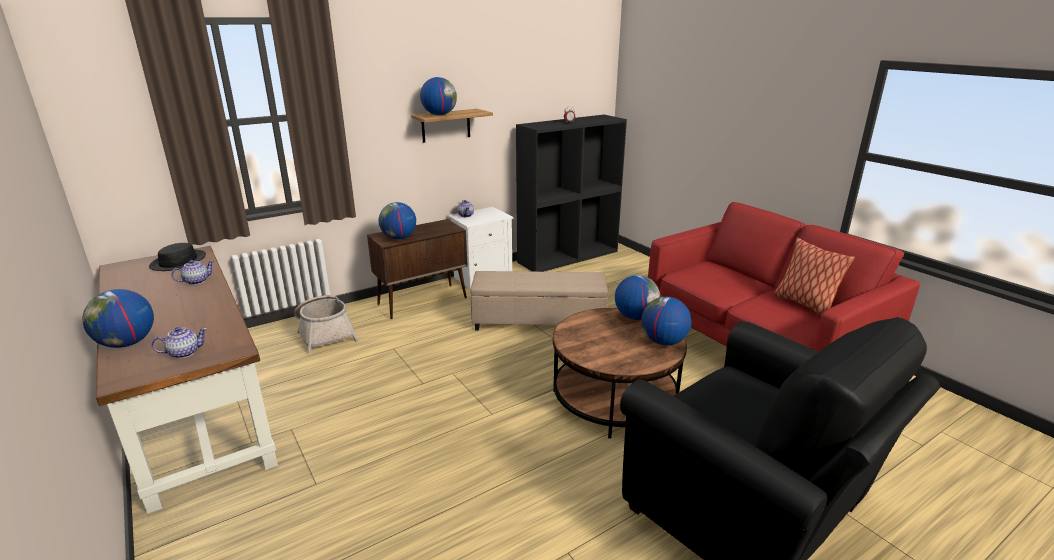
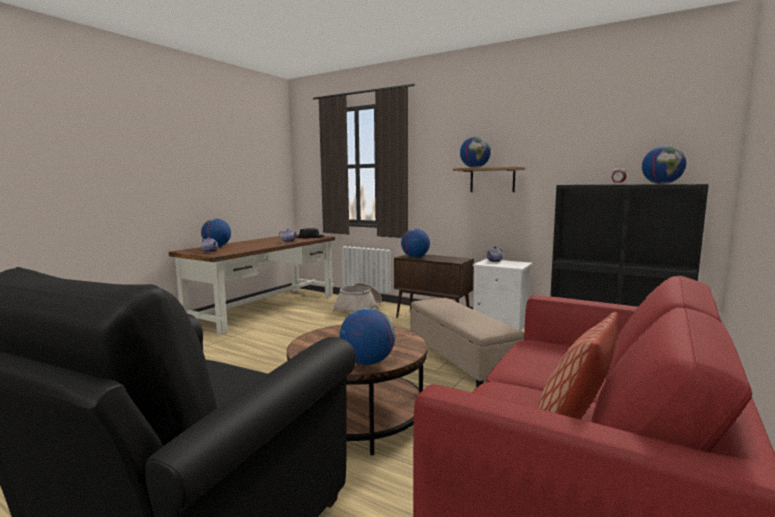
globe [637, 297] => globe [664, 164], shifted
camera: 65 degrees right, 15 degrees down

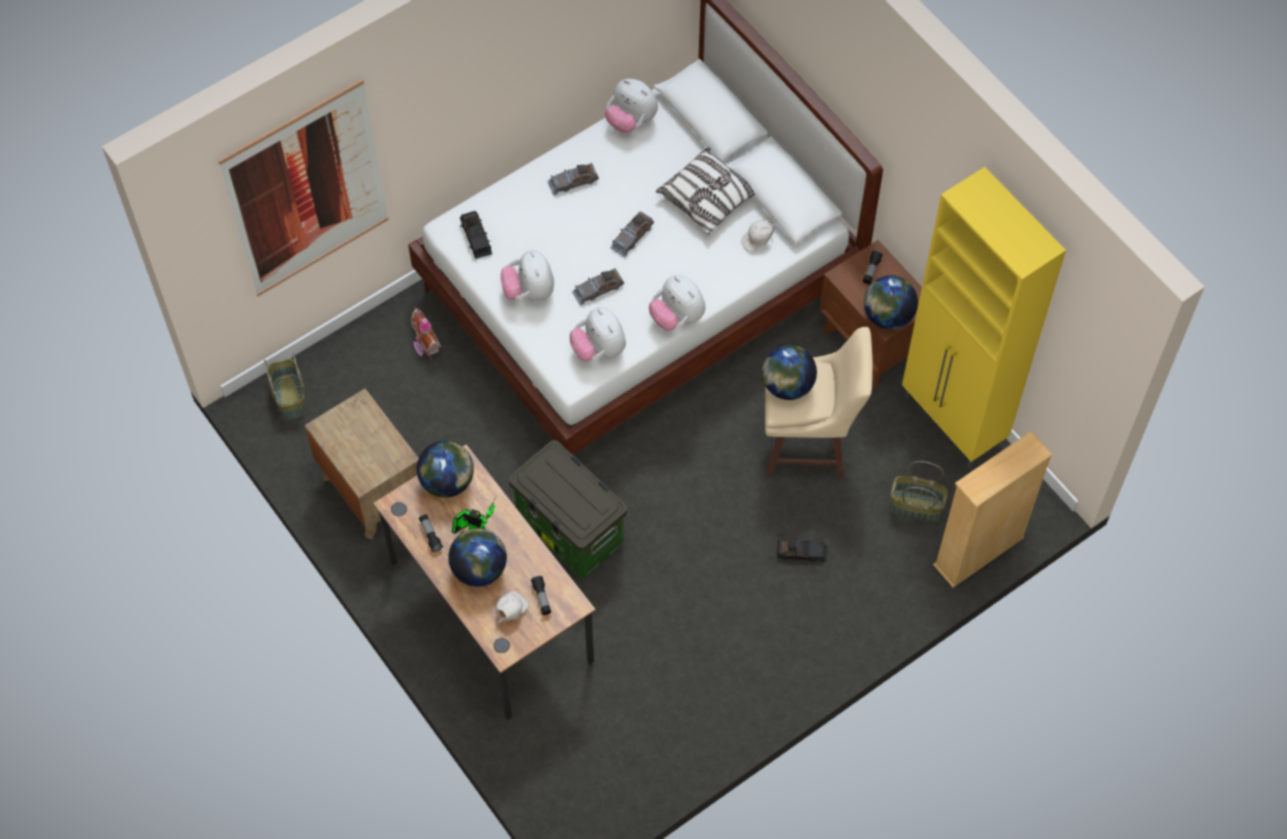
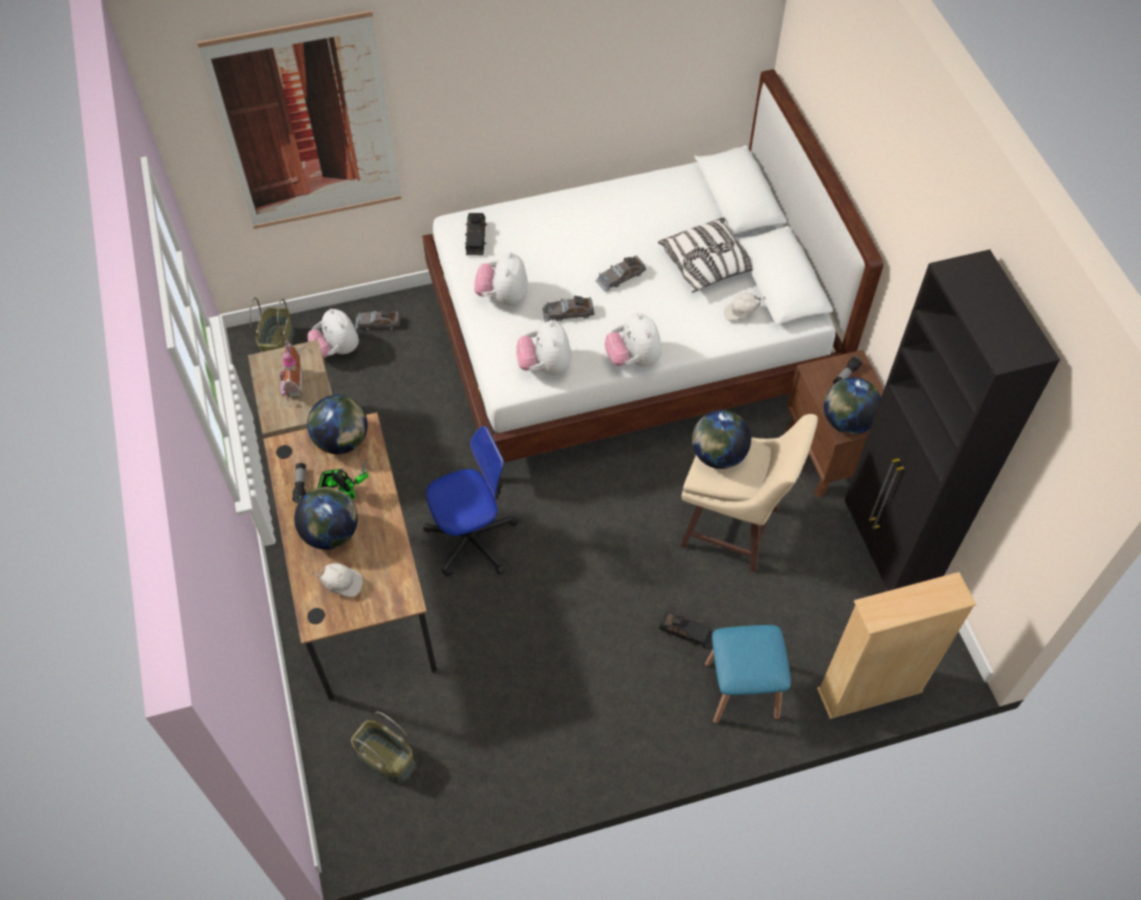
toy house [426, 333] => toy house [291, 370], shifted
cap (white) [512, 608] => cap (white) [337, 580], 45 degrees clockwise
storage box [568, 508] => office chair [470, 501]
flashlight [541, 595] => nothing
toy car (grey) [573, 179] => toy car (grey) [377, 319], shifted
plush toy [631, 106] => plush toy [333, 333], shifted
basket [918, 492] => basket [383, 747], shifted
cabinet (yellow) [984, 318] => cabinet (black) [952, 420]
nothing => stool (blue) [748, 674]
camera: 20 degrees right, 5 degrees down

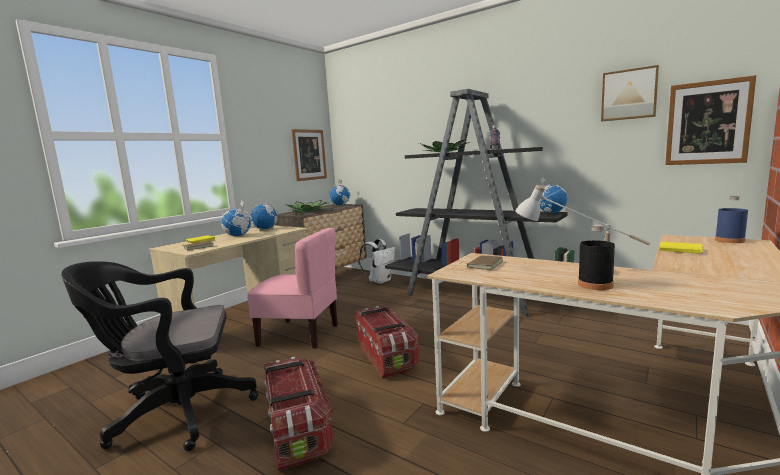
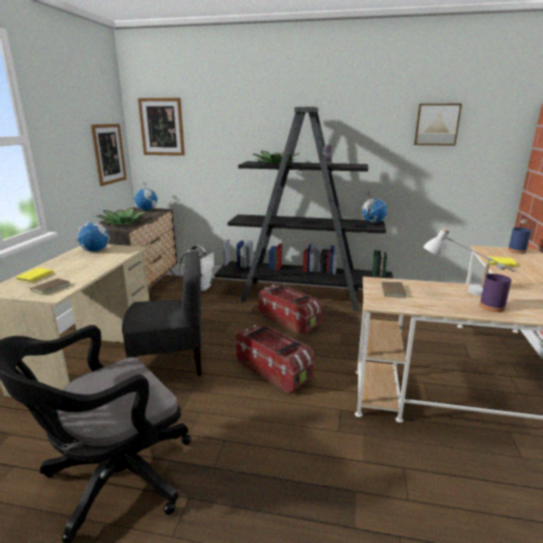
globe [237, 218] => nothing
chair (pink) [292, 288] => chair (grey) [161, 313]
storage box [299, 414] => storage box [290, 310], shifted
bottle (black) [596, 257] => bottle (purple) [495, 288]
picture [710, 120] => picture [161, 127], shifted
camera: 25 degrees left, 10 degrees up

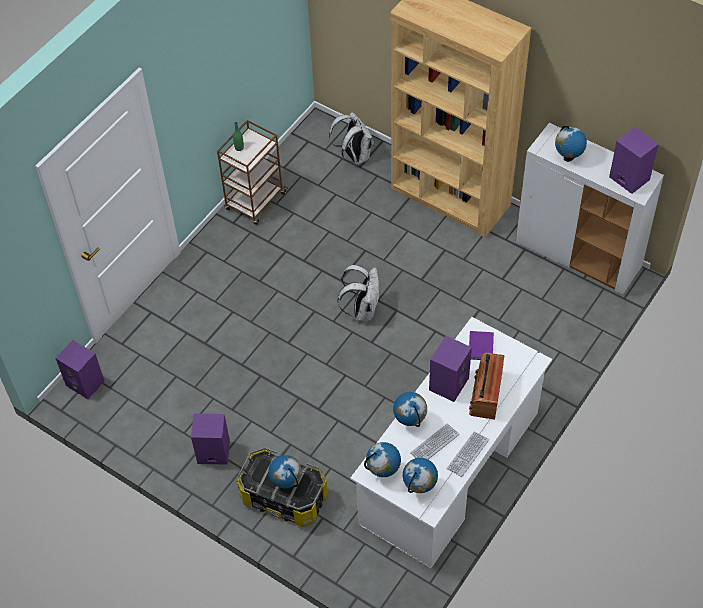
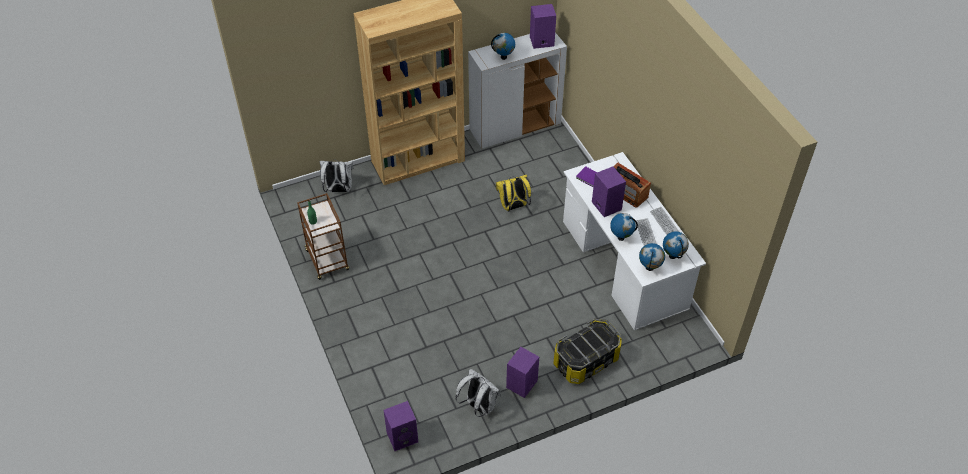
globe [285, 471] => nothing
backpack (white) [358, 293] => backpack (white) [478, 393], shifted
nothing => backpack (yellow) [513, 193]
camera: 60 degrees left, 5 degrees down

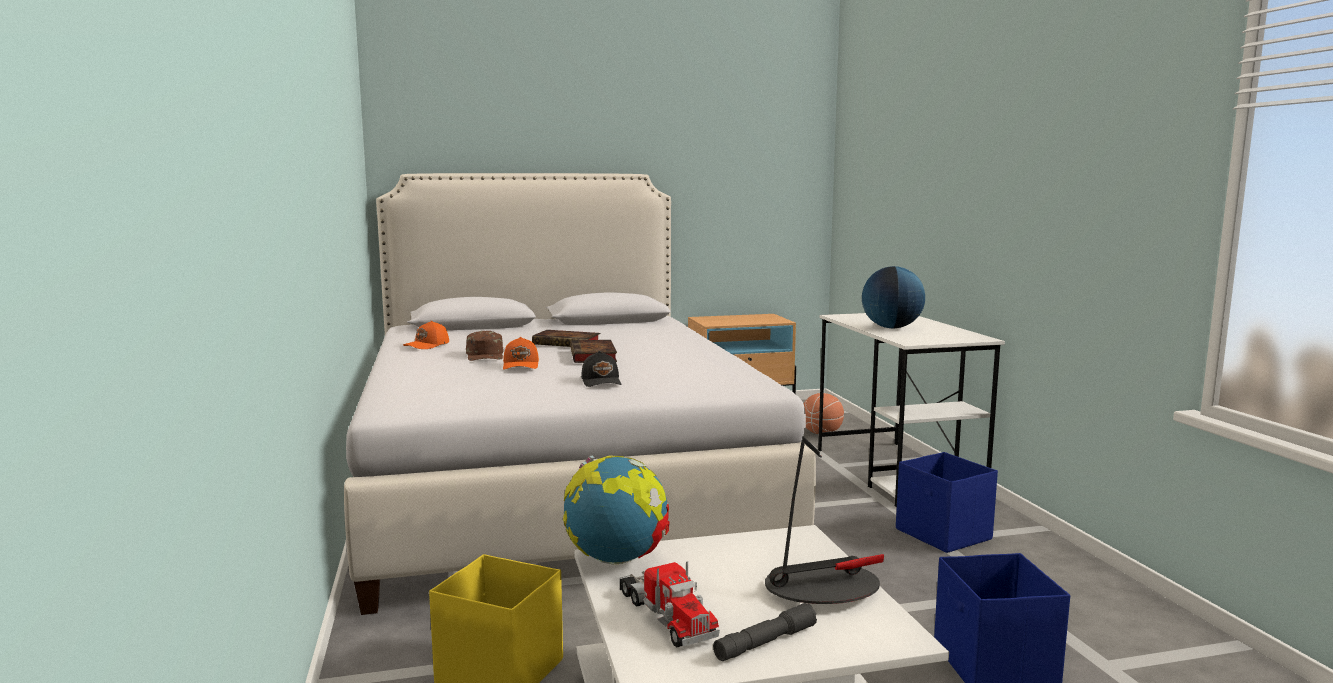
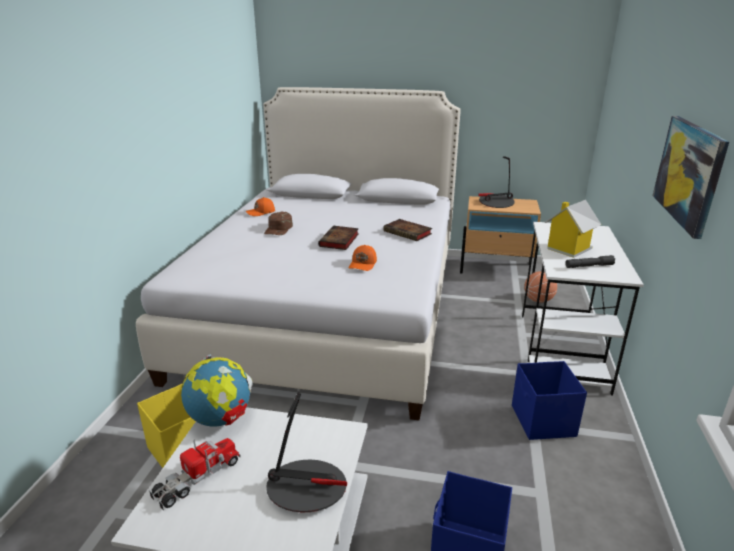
cap (orange) [521, 353] => cap (orange) [362, 258], shifted
book [566, 338] => book [407, 230], shifted
cap (black) [601, 369] => nothing
toy truck [669, 604] => toy truck [194, 474], 135 degrees counterclockwise
flashlight (grey) [765, 632] => flashlight (grey) [590, 261], shifted
globe [893, 297] => toy house [573, 229]
nothing => table lamp [496, 182]
nothing => picture [691, 177]
camera: 25 degrees right, 15 degrees up

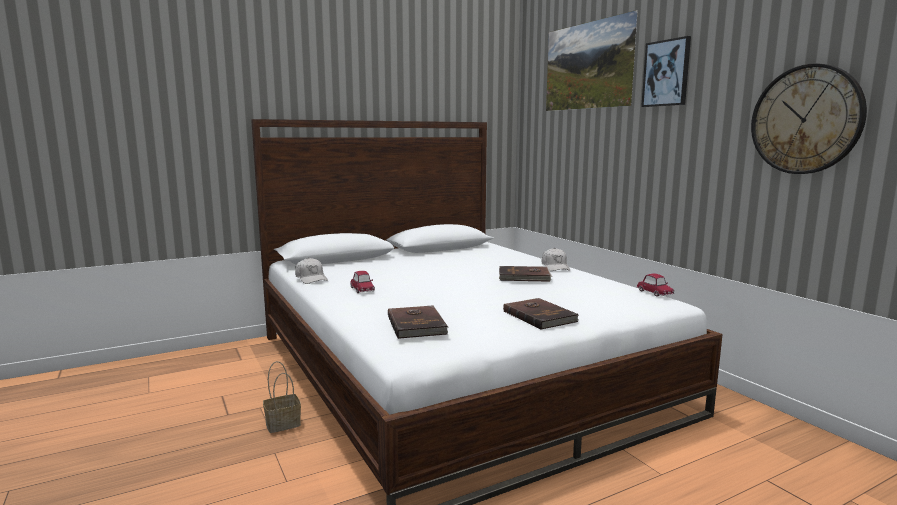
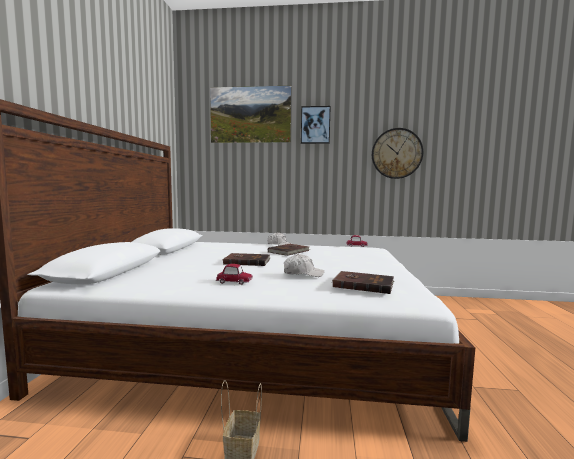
cap (white) [311, 271] => cap (white) [304, 265], shifted
book (brown) [541, 314] => book (brown) [246, 259], shifted
camera: 55 degrees left, 5 degrees down

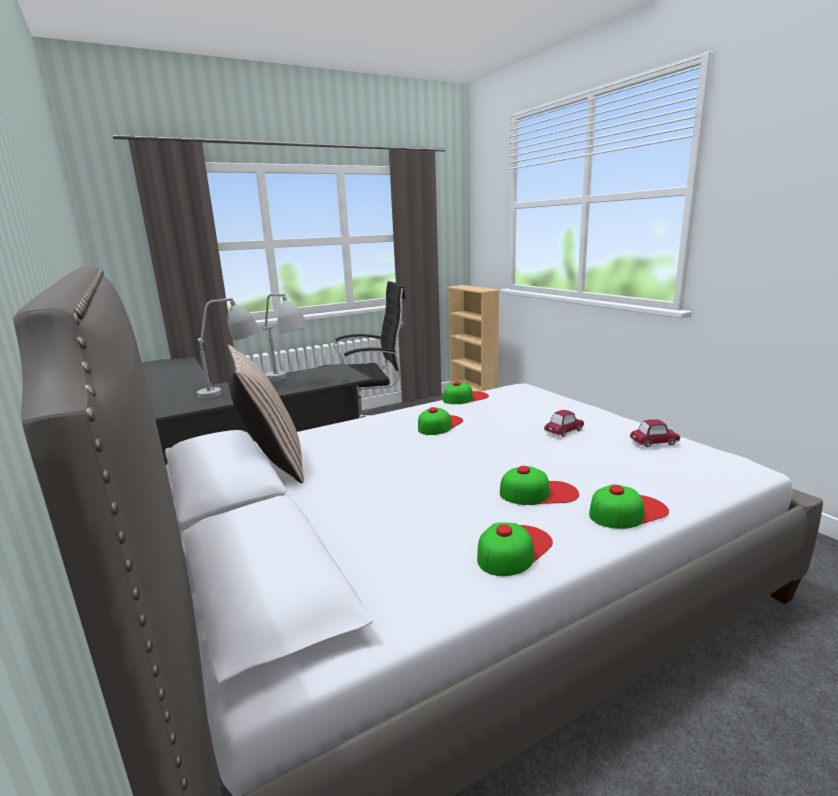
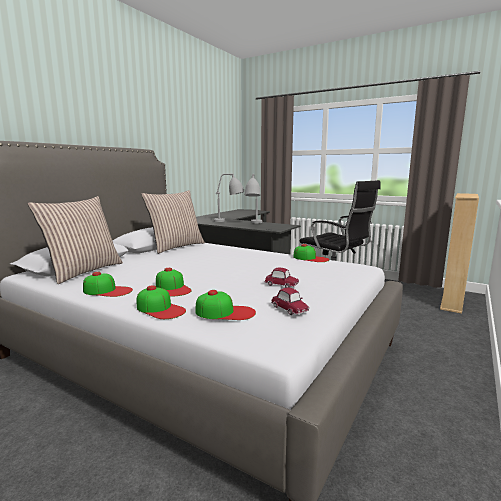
cap [440, 421] => cap [226, 305], shifted
nothing => pillow [75, 240]
camera: 60 degrees right, 5 degrees down

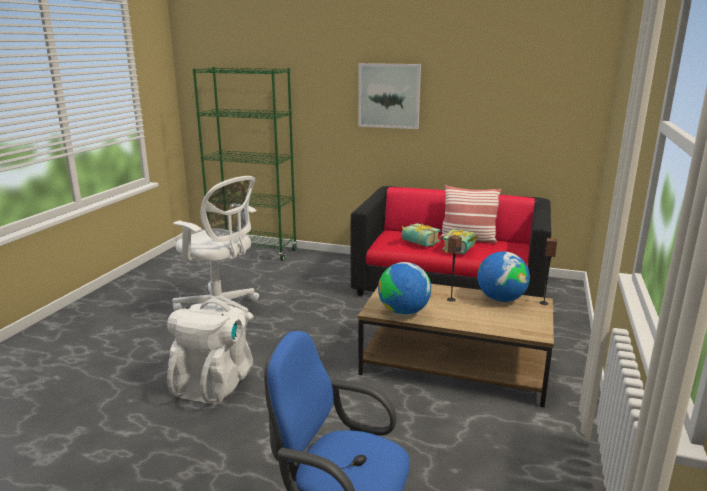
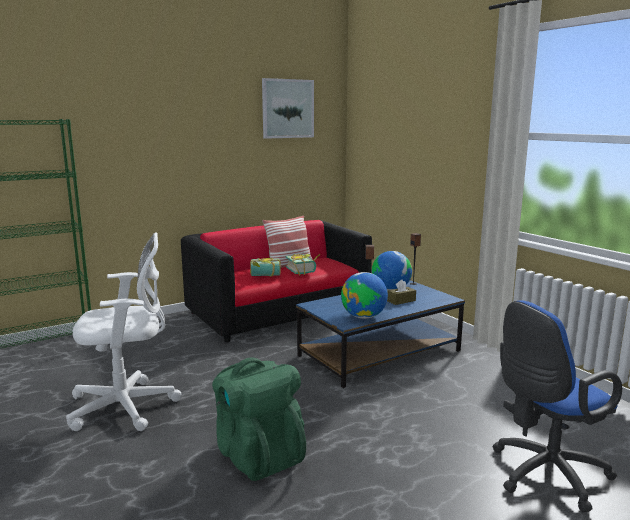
backpack (white) [210, 351] => backpack (green) [259, 419]
picture [389, 96] => picture [288, 108], shifted
coffee table (brown) [456, 346] => coffee table (blue) [380, 334]
nothing => tissue box (brown) [401, 292]
camera: 50 degrees left, 5 degrees down

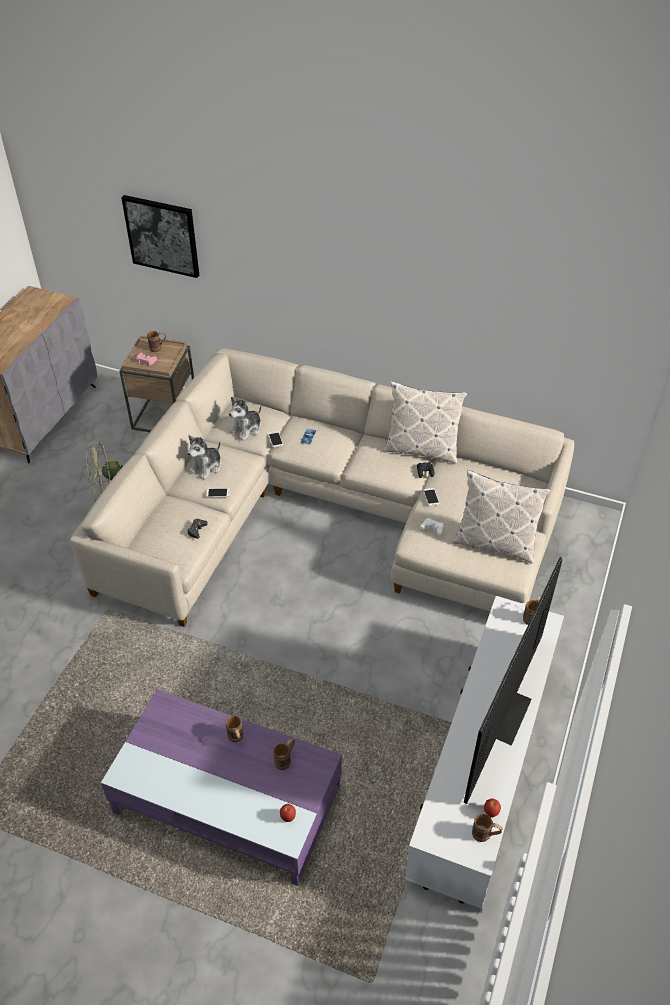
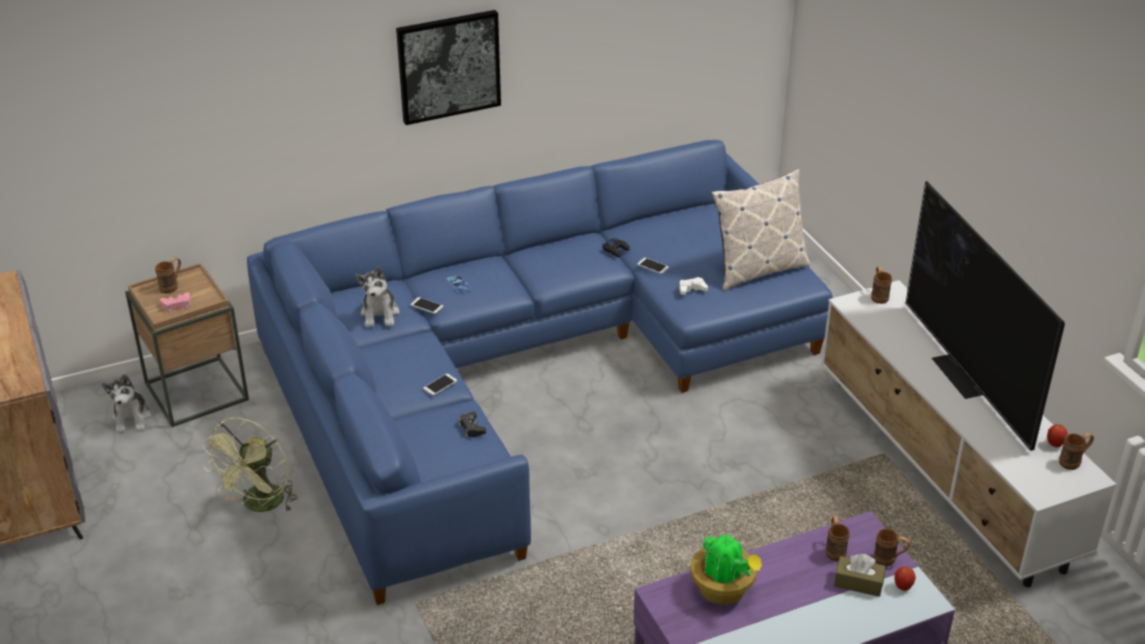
sofa (beige) [322, 488] => sofa (blue) [540, 372]
picture [160, 236] => picture [448, 67], shifted
plush toy [204, 457] => plush toy [126, 403], shifted
mug (brown) [234, 729] => mug (brown) [892, 547], shifted
pillow [424, 422] => nothing
nothing => potted plant [726, 568]
nothing => tissue box (brown) [860, 575]
camera: 45 degrees left, 10 degrees down

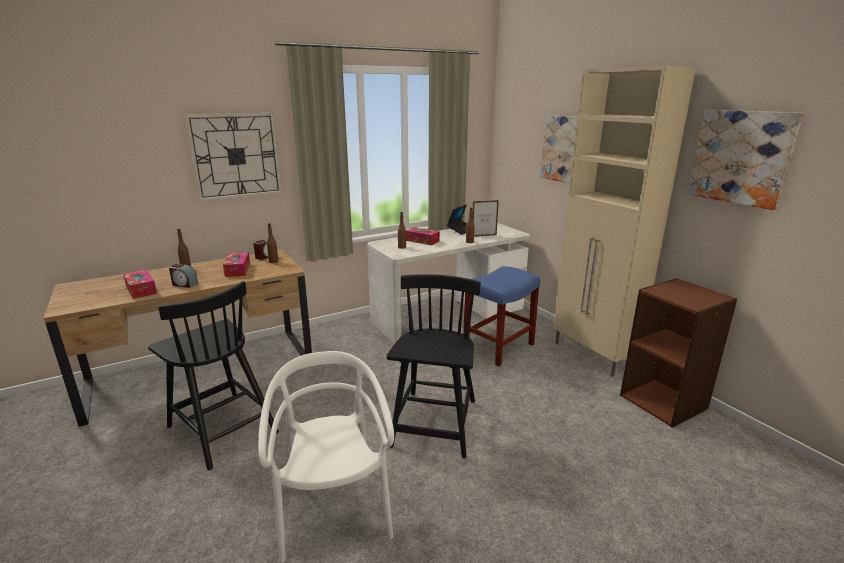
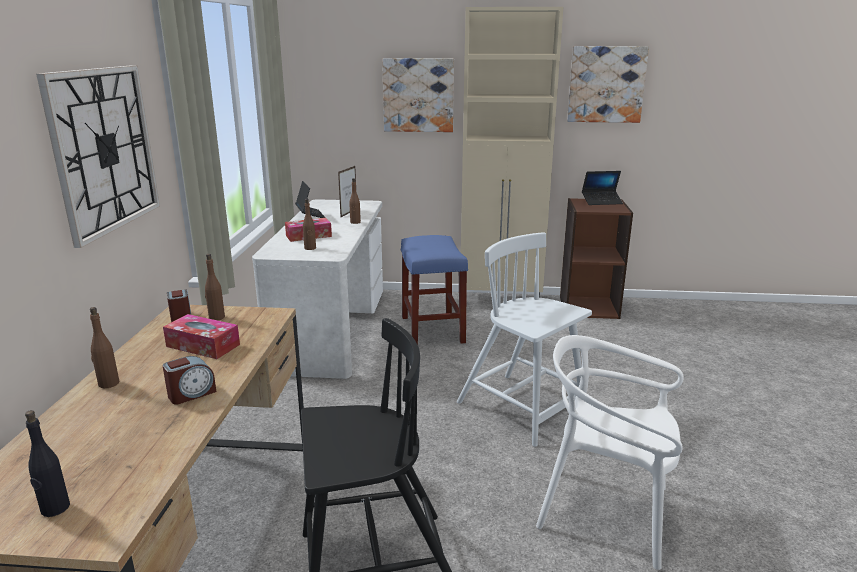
tissue box [140, 284] => nothing
chair (black) [433, 366] => chair (white) [524, 339]
nothing => bottle (black) [47, 463]
nothing => laptop [602, 188]
camera: 55 degrees left, 0 degrees up

